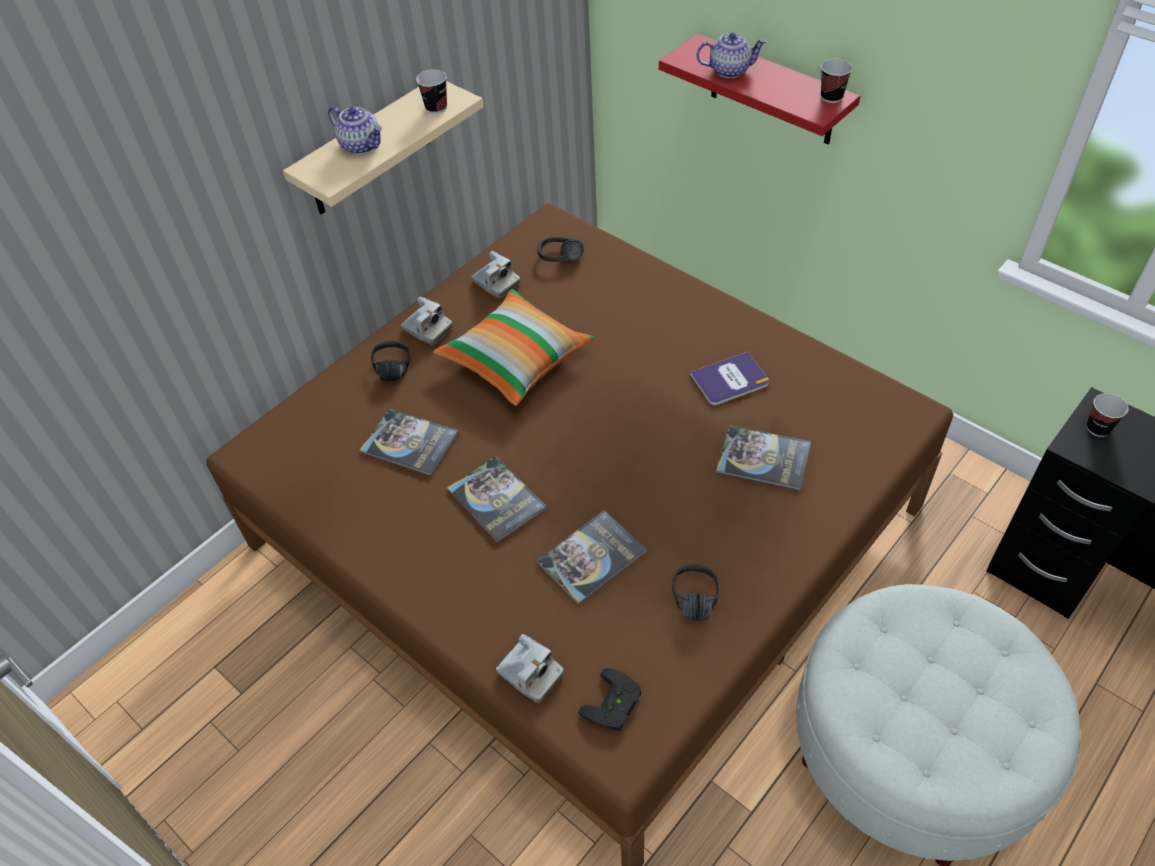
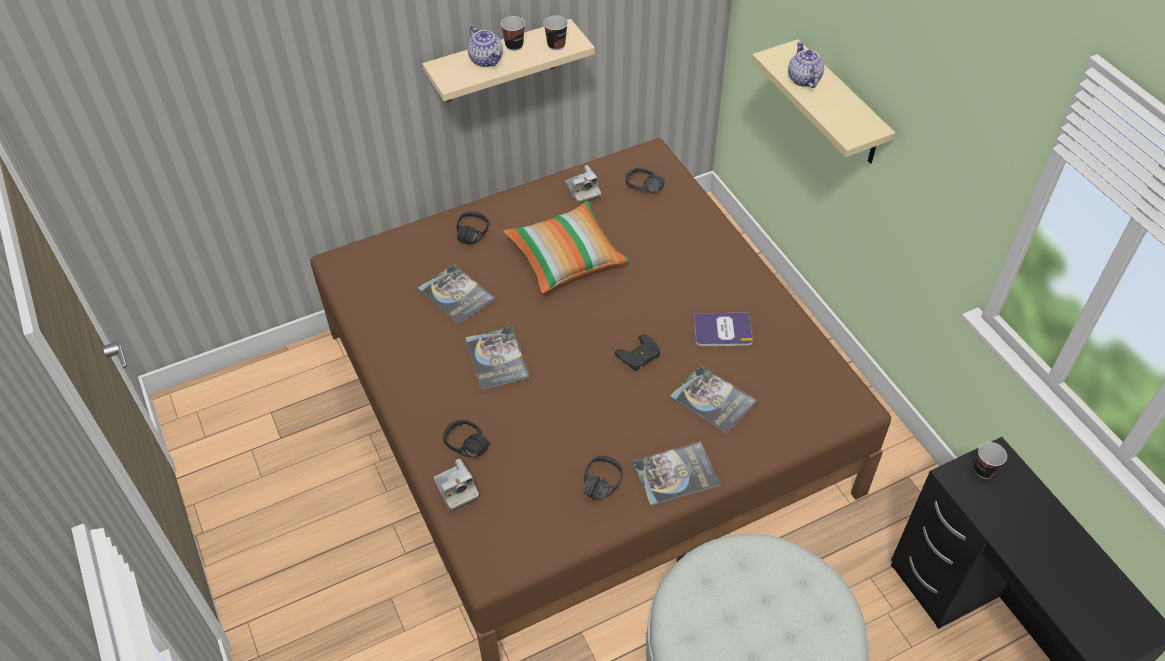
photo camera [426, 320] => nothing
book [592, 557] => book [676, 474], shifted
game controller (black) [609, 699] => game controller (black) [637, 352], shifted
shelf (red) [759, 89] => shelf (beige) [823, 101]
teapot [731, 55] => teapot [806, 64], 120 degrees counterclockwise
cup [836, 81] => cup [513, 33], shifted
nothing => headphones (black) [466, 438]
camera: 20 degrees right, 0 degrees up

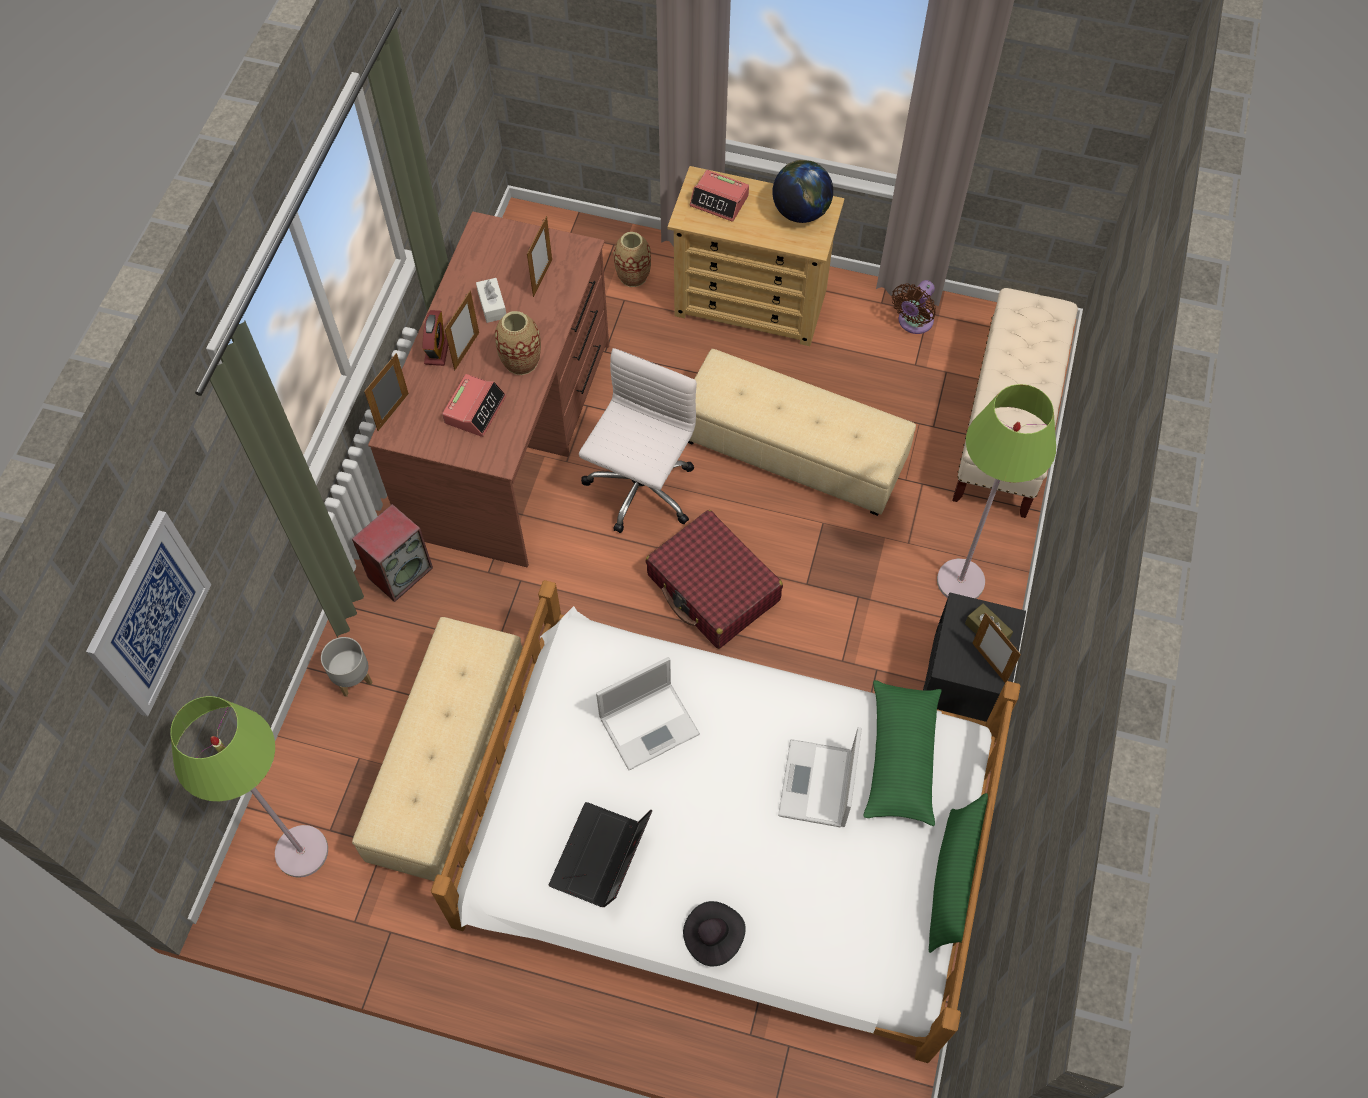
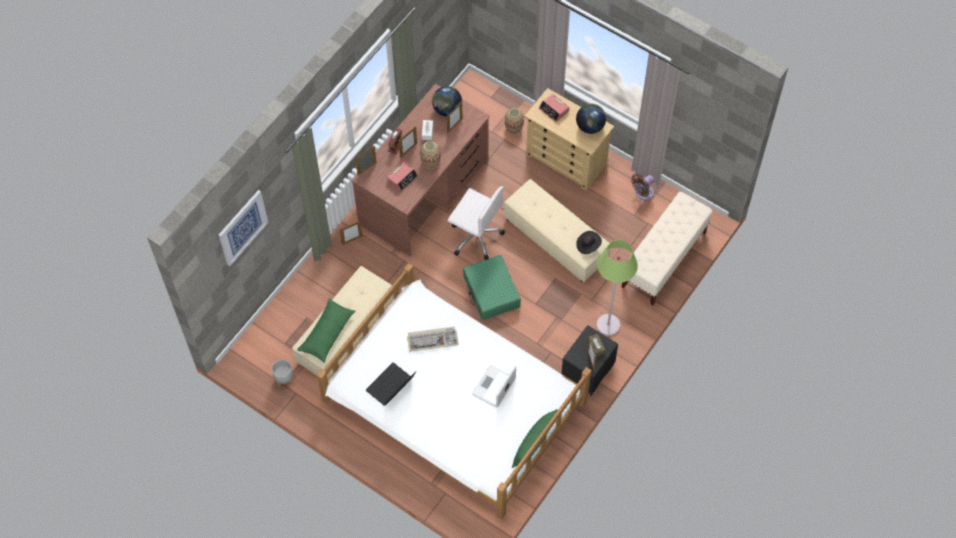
floor lamp (green) [249, 787] => nothing
planter (grey) [346, 667] => planter (grey) [282, 373], shifted
speaker [392, 553] => picture frame [351, 232]
office chair (white) [638, 440] => office chair (white) [476, 223], 75 degrees clockwise
laptop [648, 713] => keyboard [433, 339]
suitcase (red) [714, 579] => suitcase (green) [492, 287]
hat (black) [714, 933] => hat (black) [589, 242], shifted
pillow (green) [903, 753] => pillow (green) [326, 330], shifted
nothing => globe [447, 101]
camera: 20 degrees right, 0 degrees up

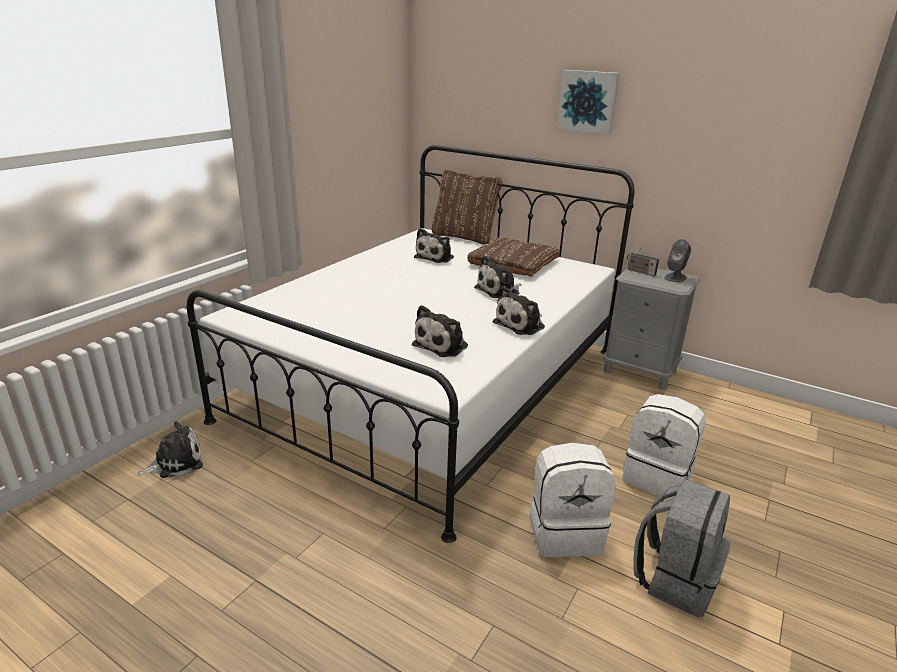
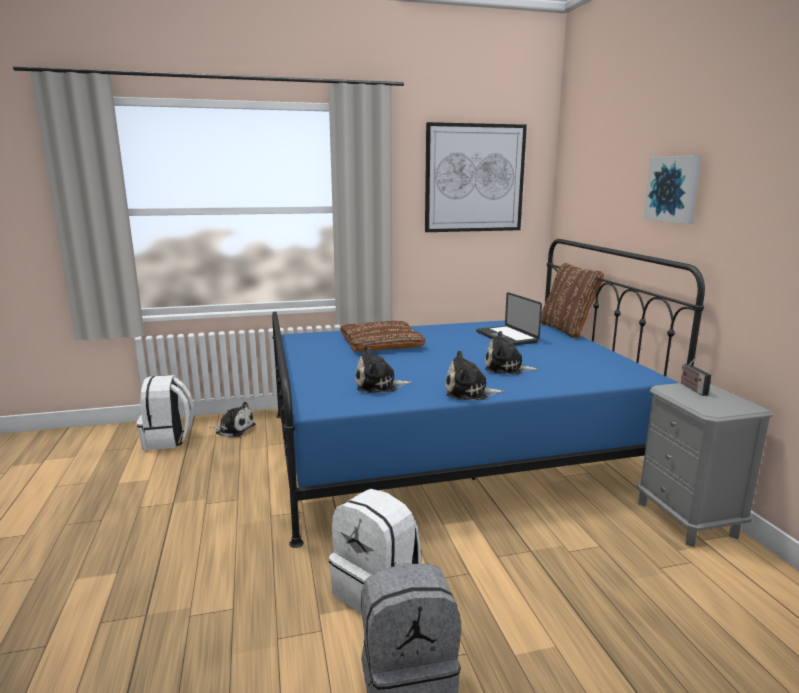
bed (white) [411, 344] => bed (blue) [488, 393]
plush toy [434, 245] => laptop [509, 319]
pillow (brown) [513, 257] => pillow (brown) [383, 336], shifted
backpack (white) [664, 447] => backpack (white) [165, 412], shifted
speaker (grey) [677, 260] => nothing
nothing => picture [476, 177]
camera: 45 degrees right, 10 degrees down

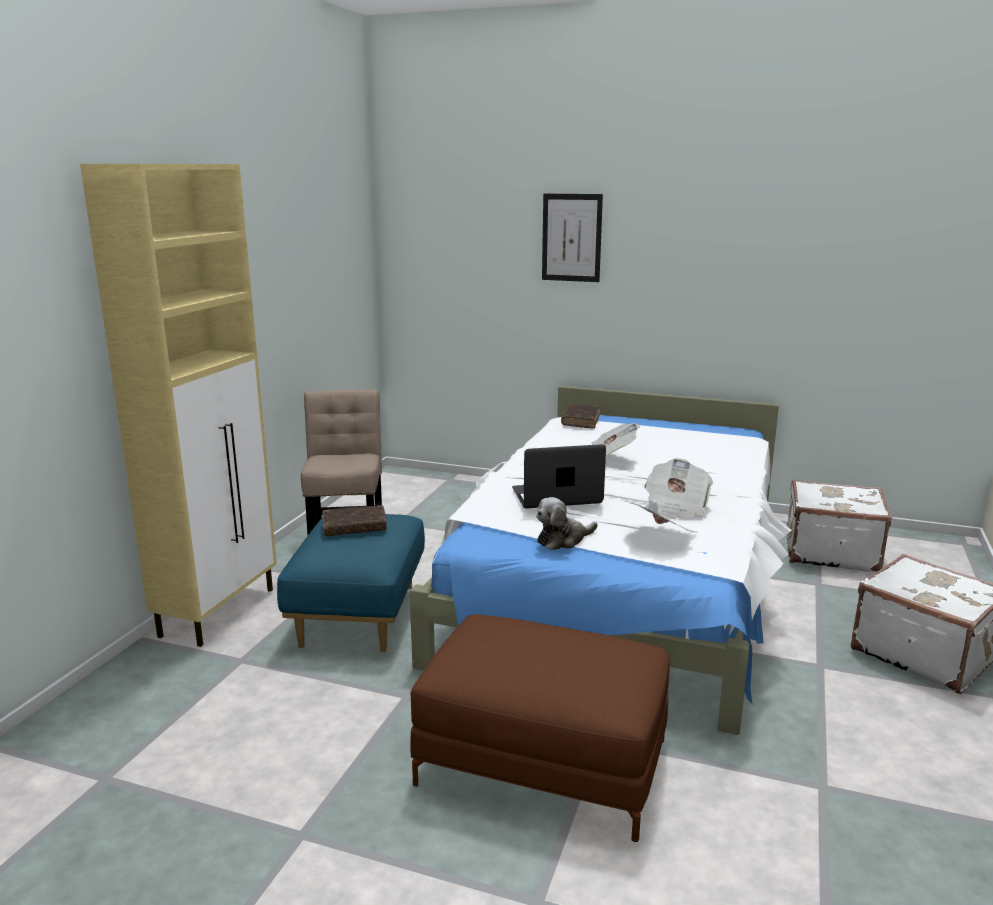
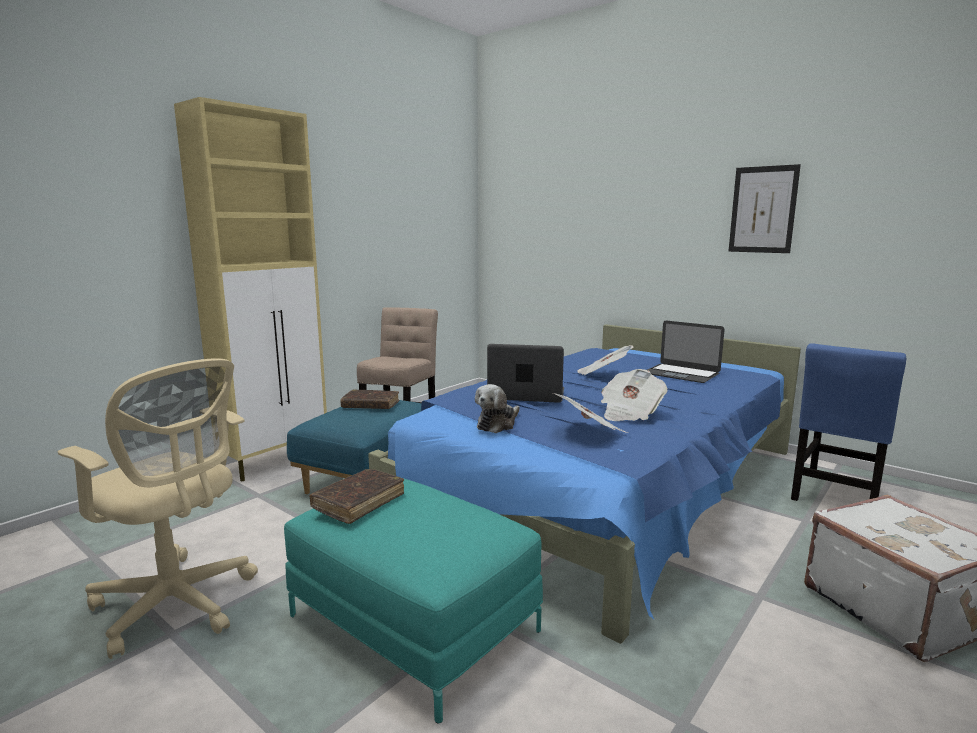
bed (white) [601, 560] => bed (blue) [584, 484]
ottoman (brown) [540, 728] => ottoman (turquoise) [413, 600]
plush toy [566, 523] => plush toy [497, 408], 45 degrees counterclockwise
picture [572, 238] => picture [765, 208], shifted
book (brown) [580, 416] => book (brown) [356, 496], shifted
suitcase (white) [839, 526] => chair (blue) [848, 422]
nothing => office chair (beige) [157, 508]
nothing => laptop [686, 352]
camera: 20 degrees right, 5 degrees down

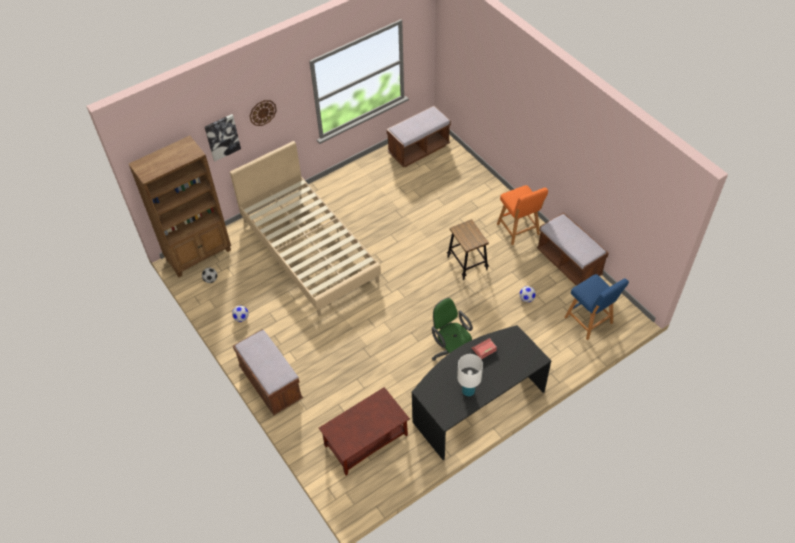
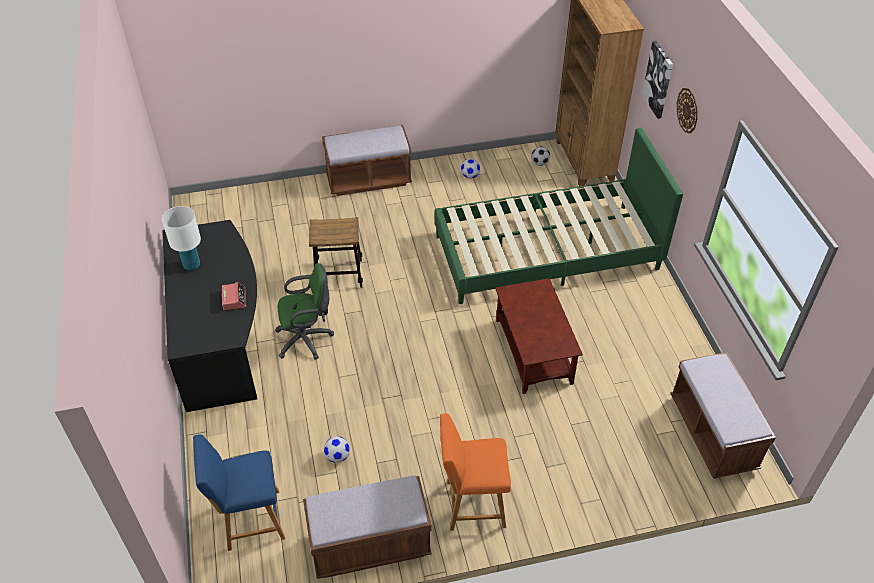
bed (beige) [305, 228] => bed (green) [559, 216]
coffee table (brown) [364, 431] => coffee table (brown) [539, 336], shifted
stool [468, 249] => stool [336, 252], shifted
camera: 110 degrees right, 5 degrees down

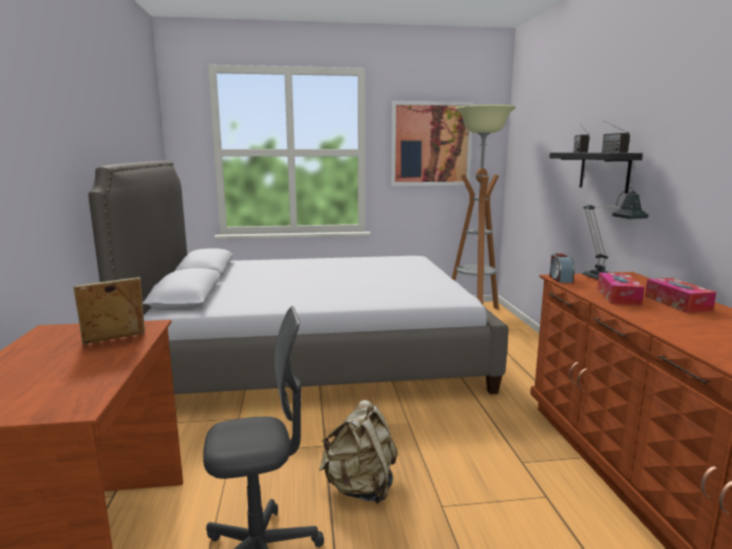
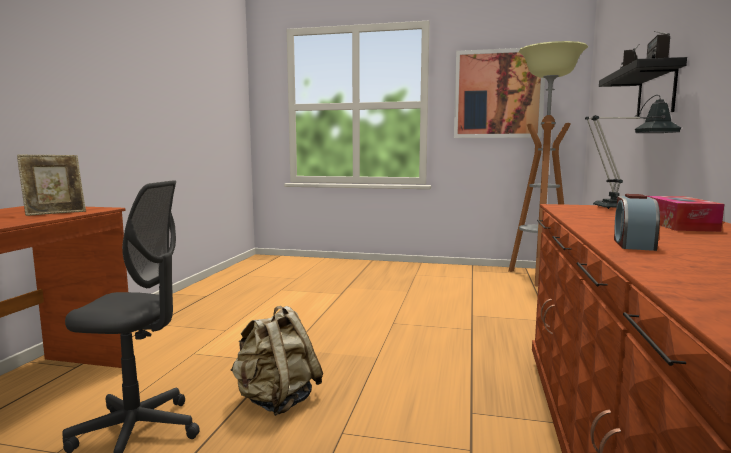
picture frame [109, 311] => picture frame [51, 185], 150 degrees clockwise
bed [298, 277] => nothing
alarm clock [562, 268] => alarm clock [637, 222], shifted
tissue box [620, 289] => nothing
camera: 20 degrees right, 5 degrees down

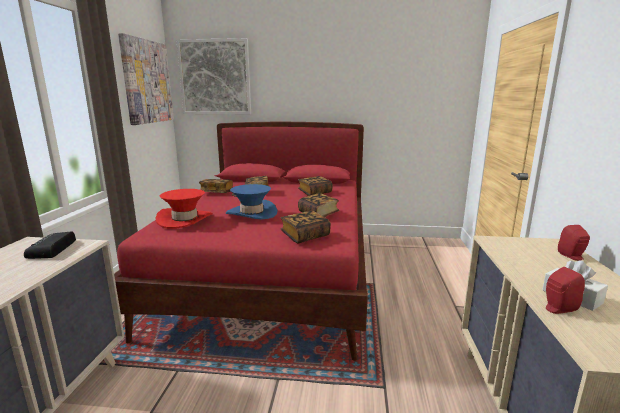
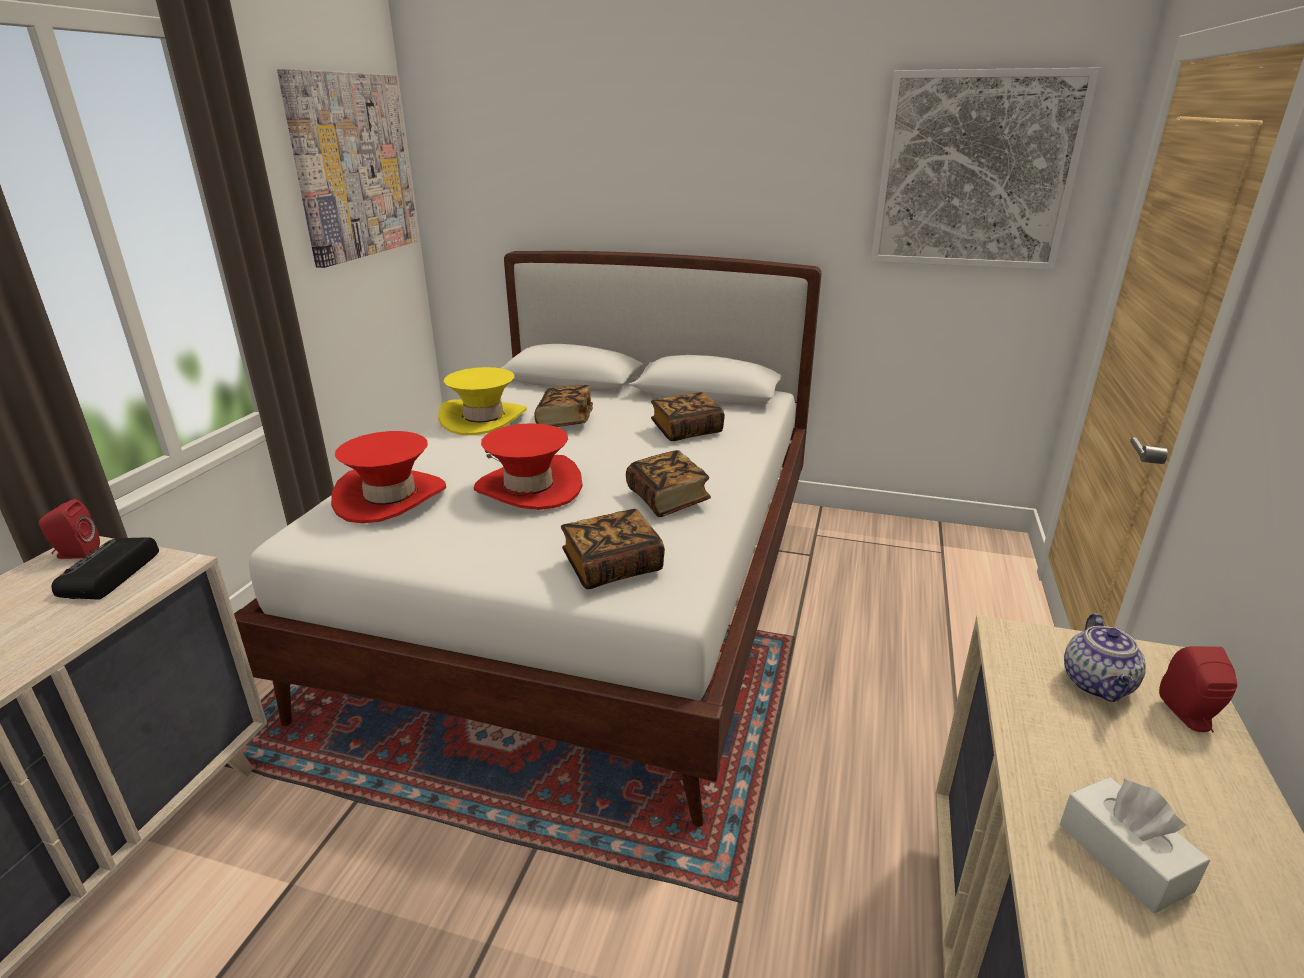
bed (red) [241, 241] => bed (white) [527, 539]
picture [213, 76] => picture [985, 168], shifted
book [216, 186] => hat (yellow) [482, 401]
hat (blue) [252, 201] => hat (red) [528, 466]
speaker (red) [565, 290] => speaker (red) [69, 529], shifted
nothing => teapot [1105, 657]
camera: 10 degrees right, 10 degrees up

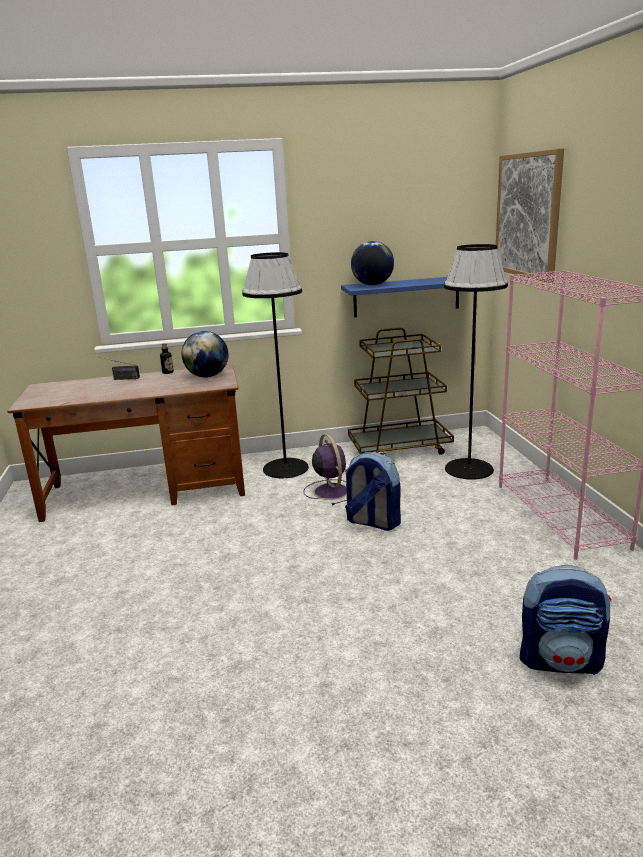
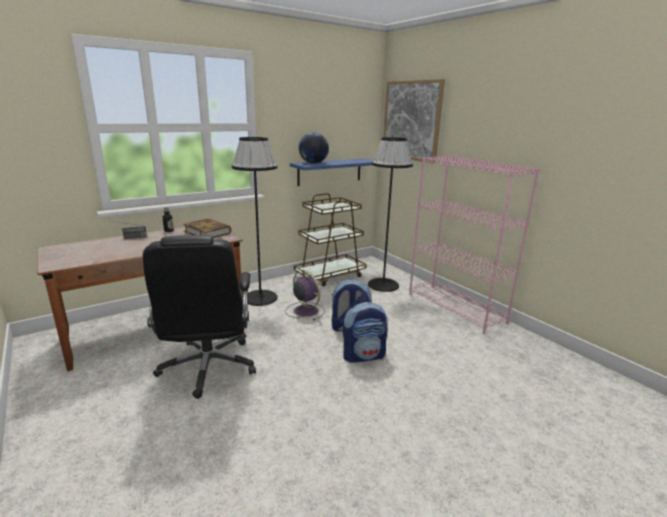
globe [205, 354] => book [207, 228]
backpack [565, 620] => backpack [365, 332], shifted
nothing => office chair (black) [199, 317]
camera: 25 degrees left, 0 degrees up

